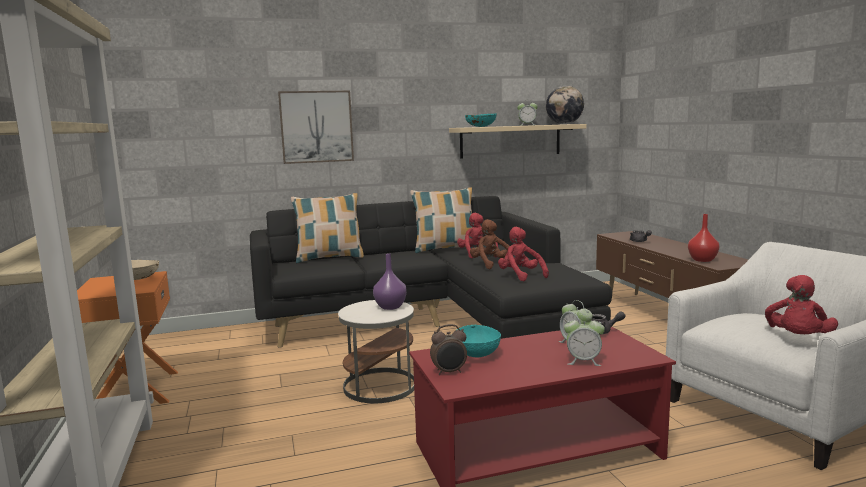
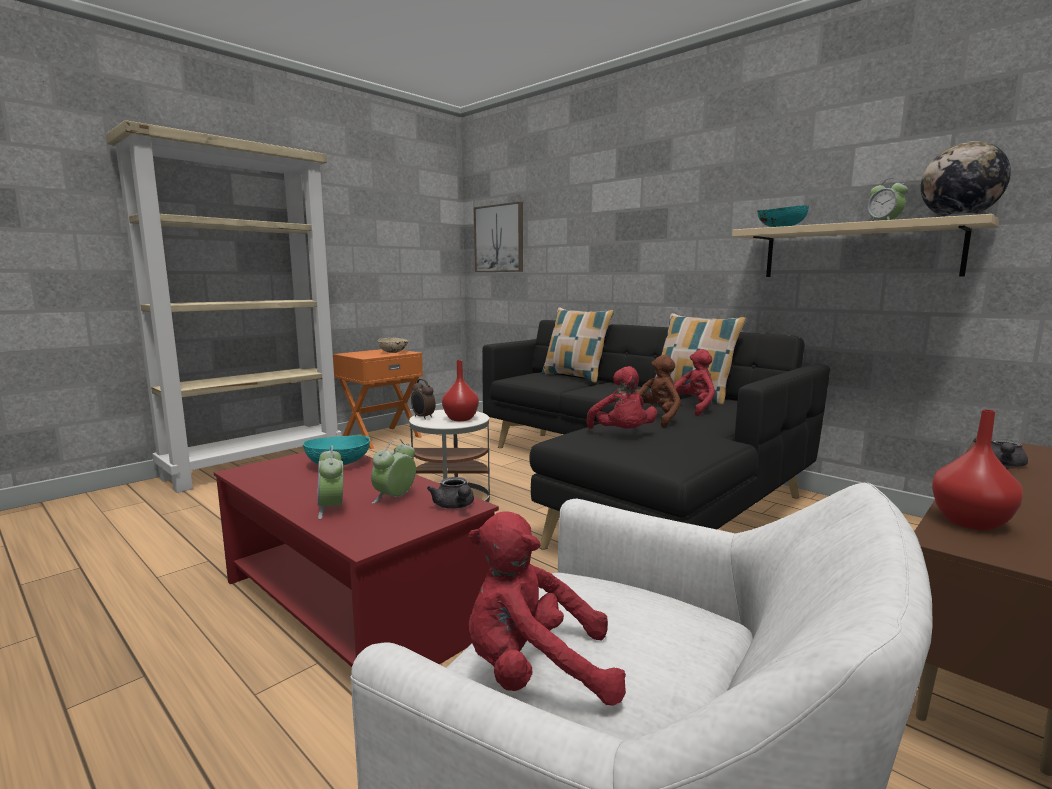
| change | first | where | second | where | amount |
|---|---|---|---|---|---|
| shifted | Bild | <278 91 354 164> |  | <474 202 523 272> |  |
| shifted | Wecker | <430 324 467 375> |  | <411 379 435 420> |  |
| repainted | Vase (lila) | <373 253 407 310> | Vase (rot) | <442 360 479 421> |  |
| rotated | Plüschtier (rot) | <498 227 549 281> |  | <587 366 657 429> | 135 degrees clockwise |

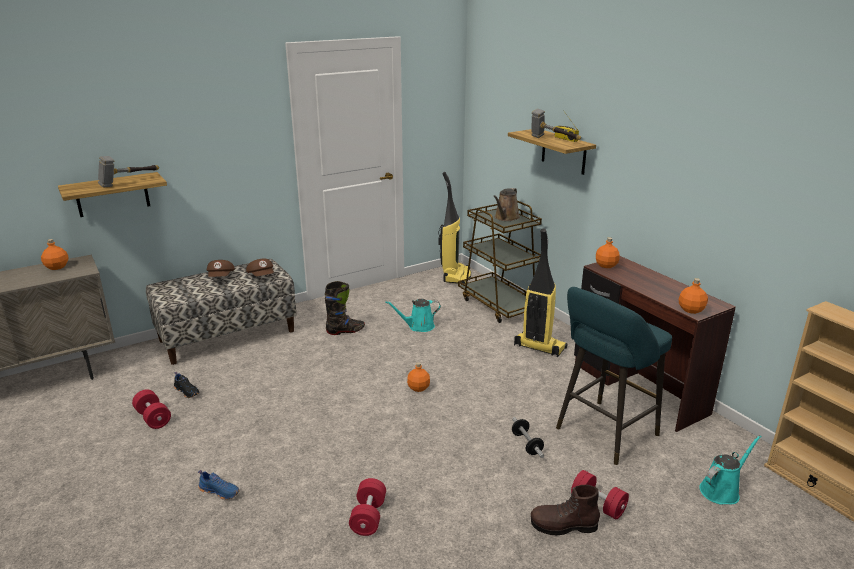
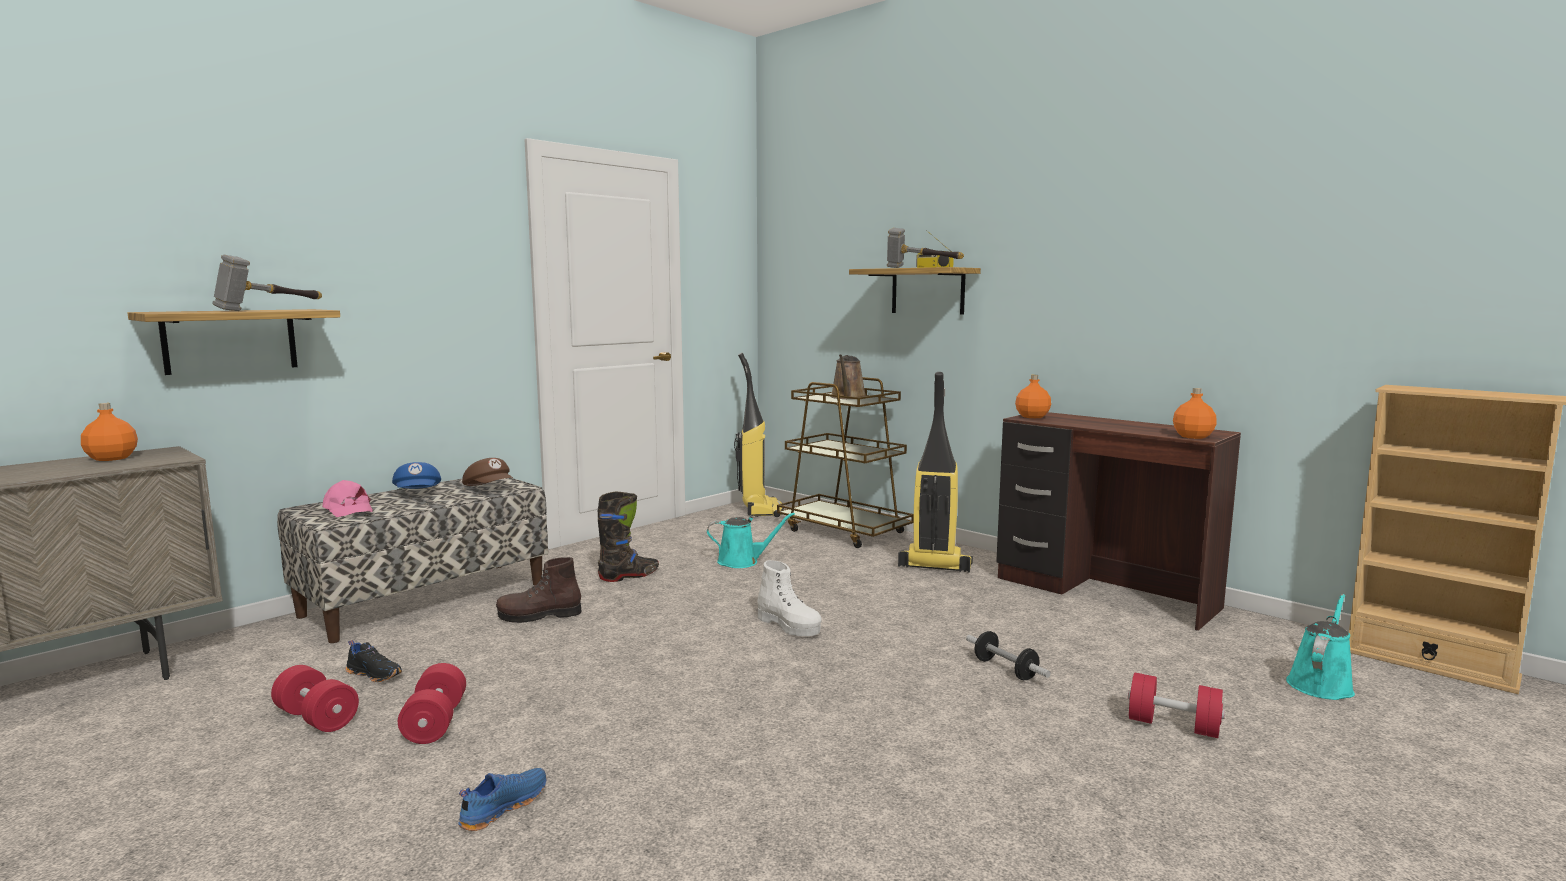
| change | first | where | second | where | amount |
|---|---|---|---|---|---|
| gone | Hocker (türkis) | <556 287 672 465> |  |  |  |
| new |  |  | Kappe (rosa) | <322 480 373 517> |  |
| shifted | Hantel (rot) | <349 478 386 536> |  | <398 663 466 744> |  |
| shifted | Stiefel (braun) | <531 485 600 535> |  | <496 557 582 623> |  |
| swapped | Flasche (orange) | <407 362 430 392> | Stiefel (weiß) | <757 560 822 636> |  |
| repainted | Kappe (braun) | <207 260 235 277> | Kappe (blau) | <392 462 441 489> |  |
| rotated | Schuh (blau) | <198 470 240 500> |  | <458 768 546 831> | 60 degrees counterclockwise |
| rotated | Gießkanne (türkis) | <385 299 441 332> |  | <707 512 795 568> | 150 degrees counterclockwise |

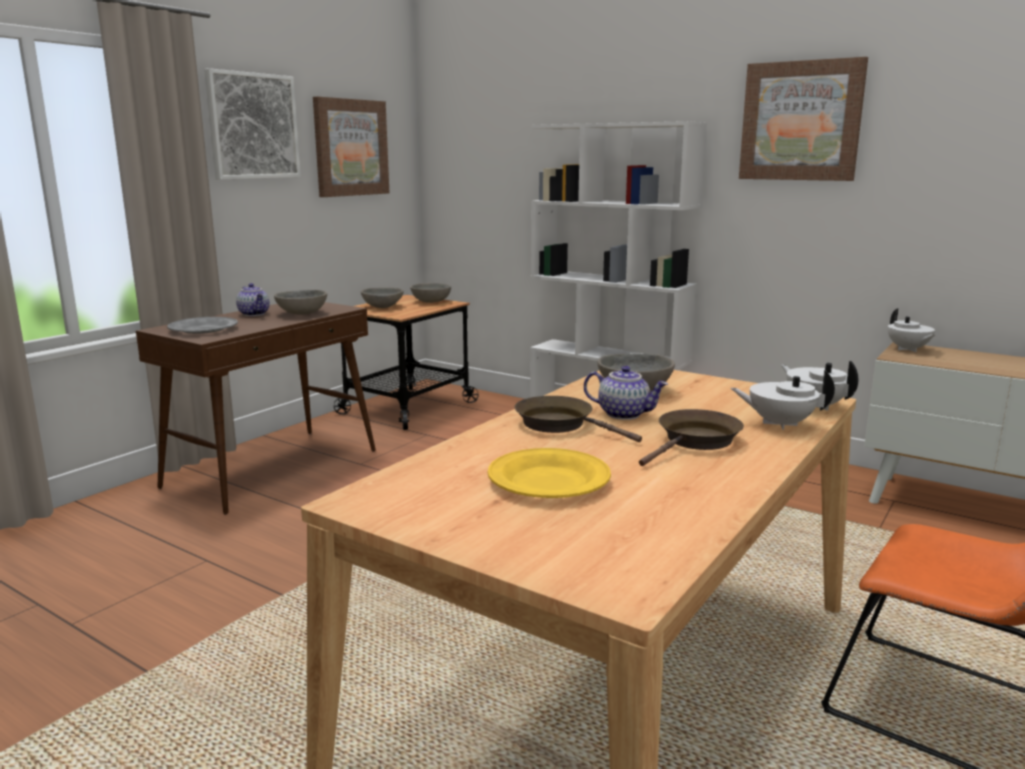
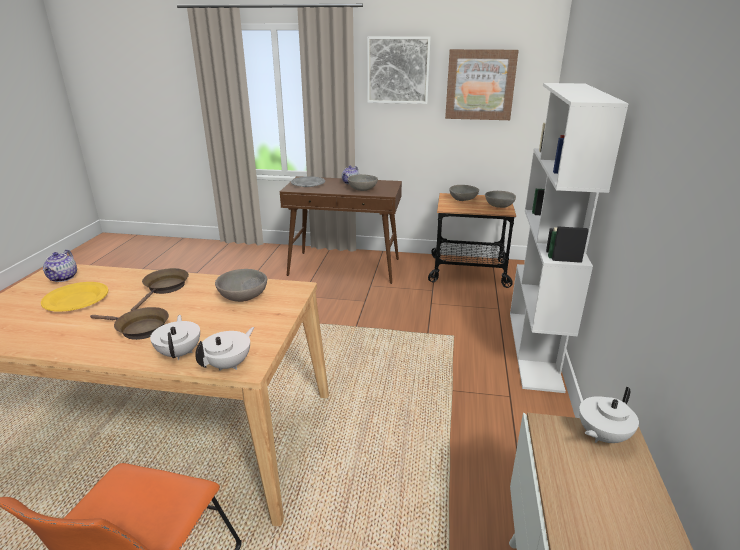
| change | first | where | second | where | amount |
|---|---|---|---|---|---|
| gone | Bild | <739 57 868 181> |  |  |  |
| shifted | Teekanne | <584 366 668 420> |  | <43 250 77 282> |  |

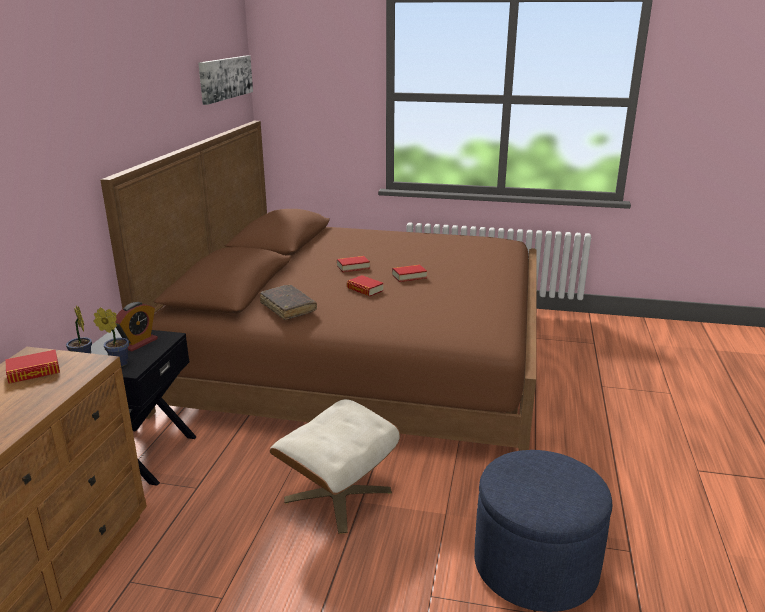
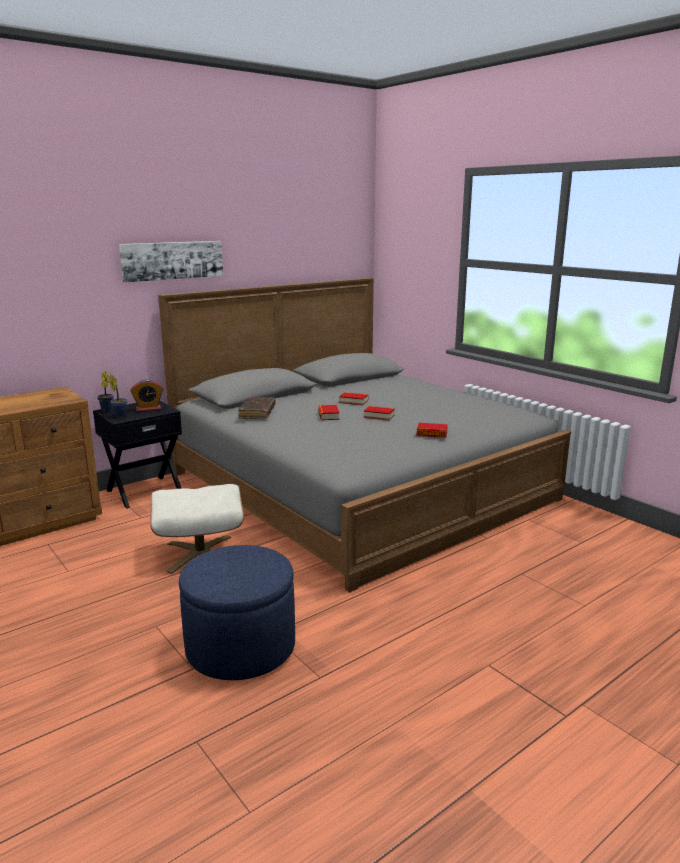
| change | first | where | second | where | amount |
|---|---|---|---|---|---|
| shifted | Buch | <5 350 60 384> |  | <417 423 448 438> |  |
| shifted | Bild | <198 56 253 105> |  | <119 241 223 283> |  |
| repainted | Bett (braun) | <100 121 537 451> | Bett (grau) | <158 278 571 592> |  |

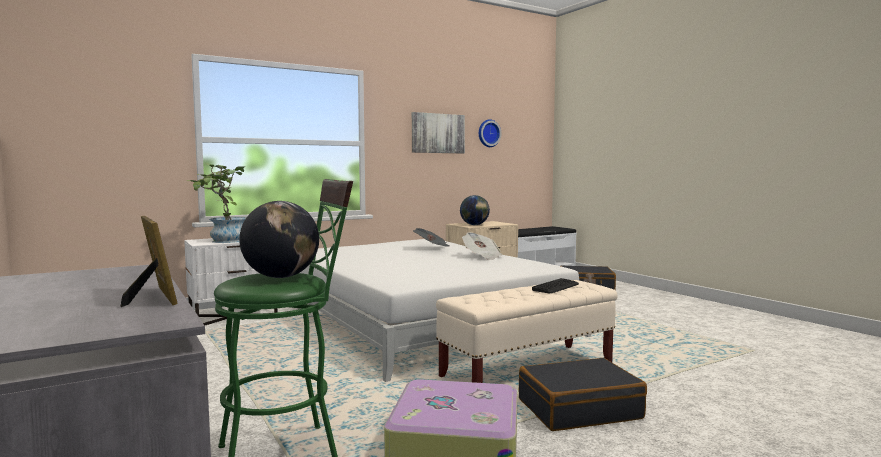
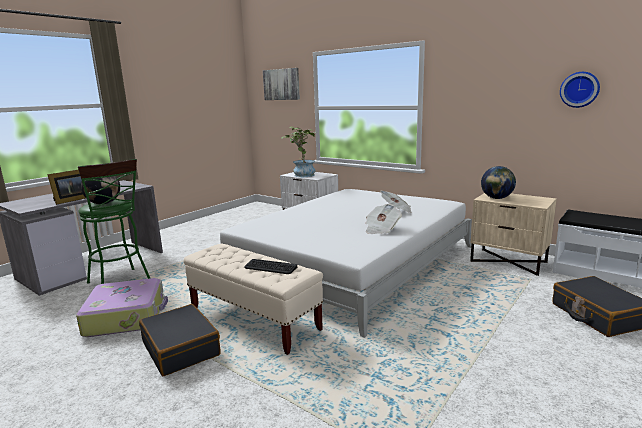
| change | first | where | second | where | amount |
|---|---|---|---|---|---|
| shifted | Bild | <412 112 465 153> |  | <263 68 300 100> |  |

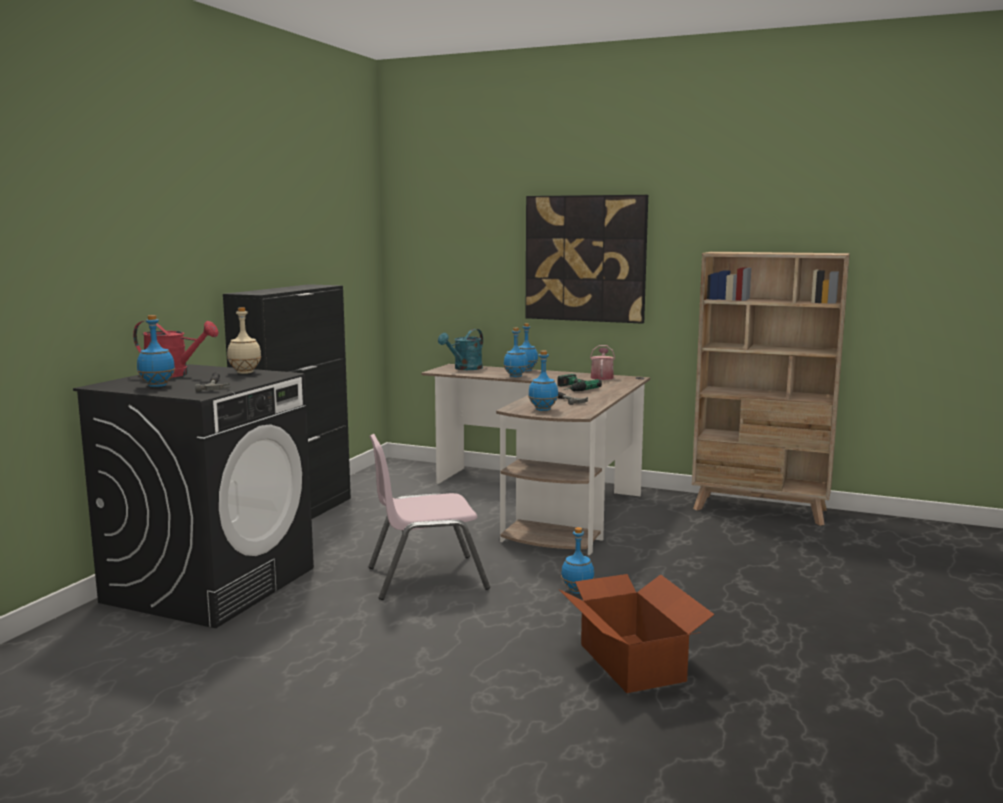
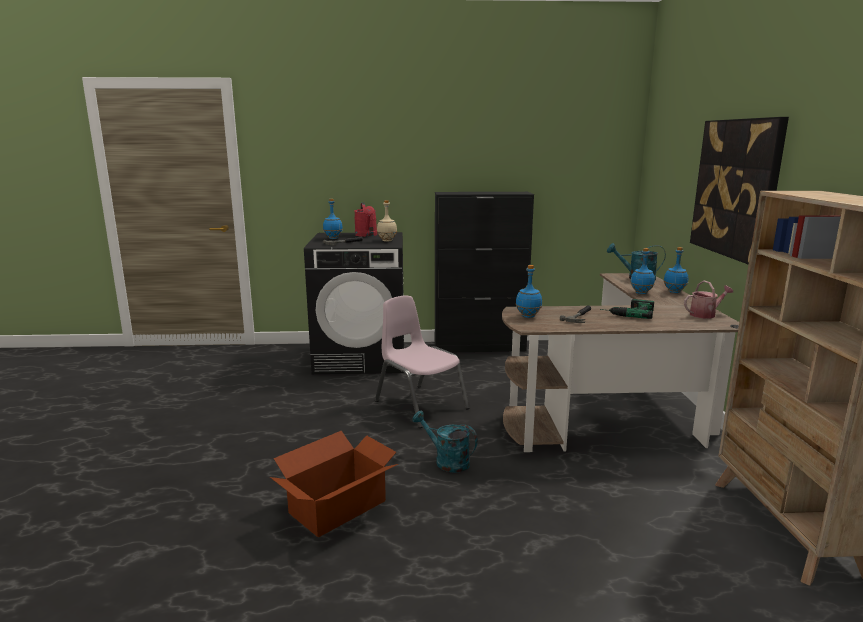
| change | first | where | second | where | amount |
|---|---|---|---|---|---|
| swapped | Flasche (blau) | <561 527 594 594> | Gießkanne (türkis) | <412 411 478 473> |  |

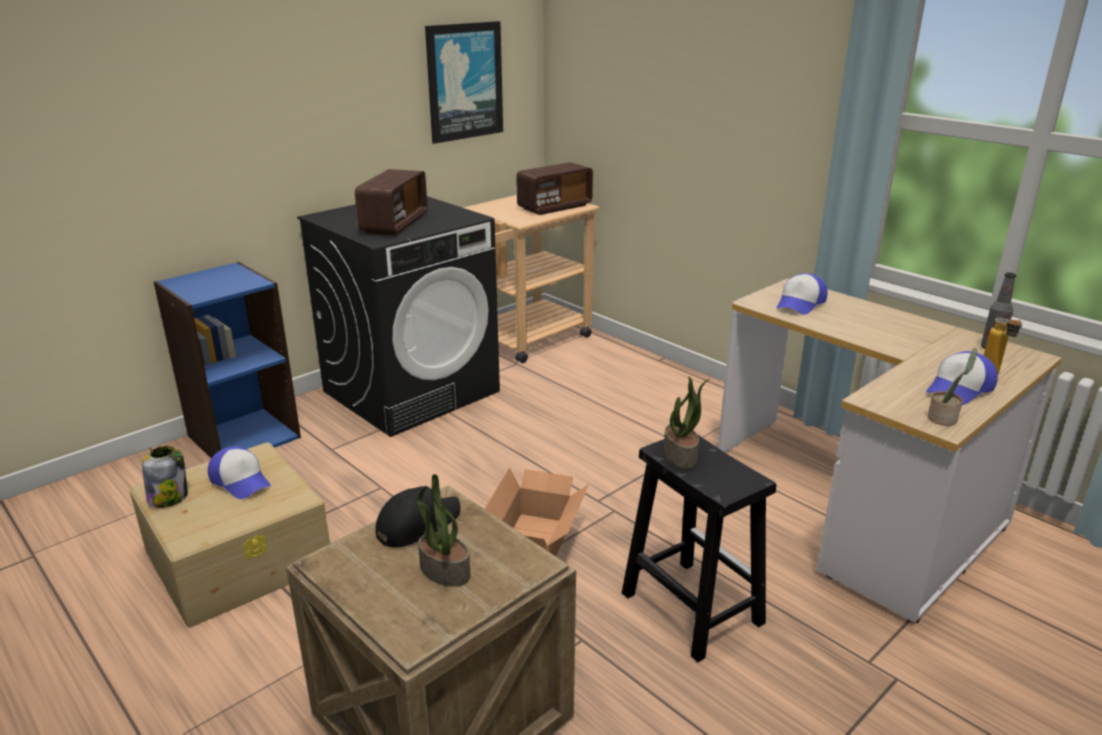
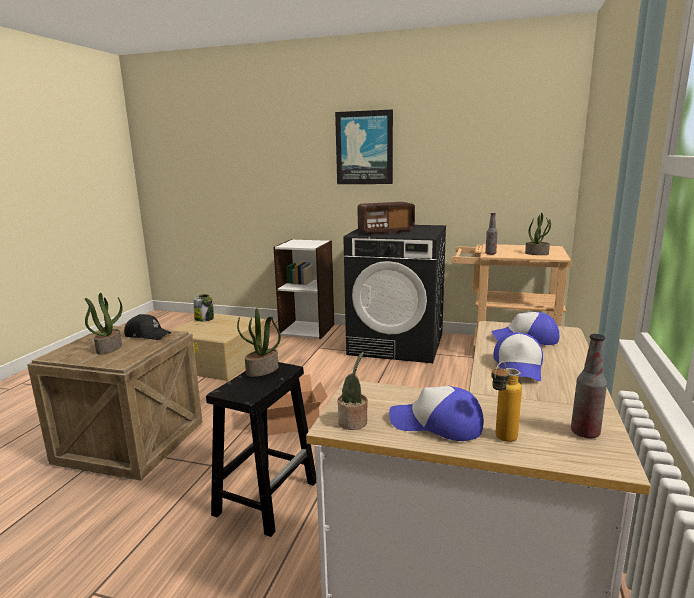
| change | first | where | second | where | amount |
|---|---|---|---|---|---|
| new |  |  | Flasche | <485 213 498 255> |  |
| shifted | Kappe | <208 446 271 499> |  | <494 332 543 381> |  |
| shifted | Bild | <425 21 503 144> |  | <335 109 393 184> |  |
| swapped | Radio | <516 162 593 215> | Topfpflanze | <525 213 551 255> |  |
| repainted | Bücherregal (blau) | <154 262 301 458> | Bücherregal (weiß) | <273 239 334 339> |  |

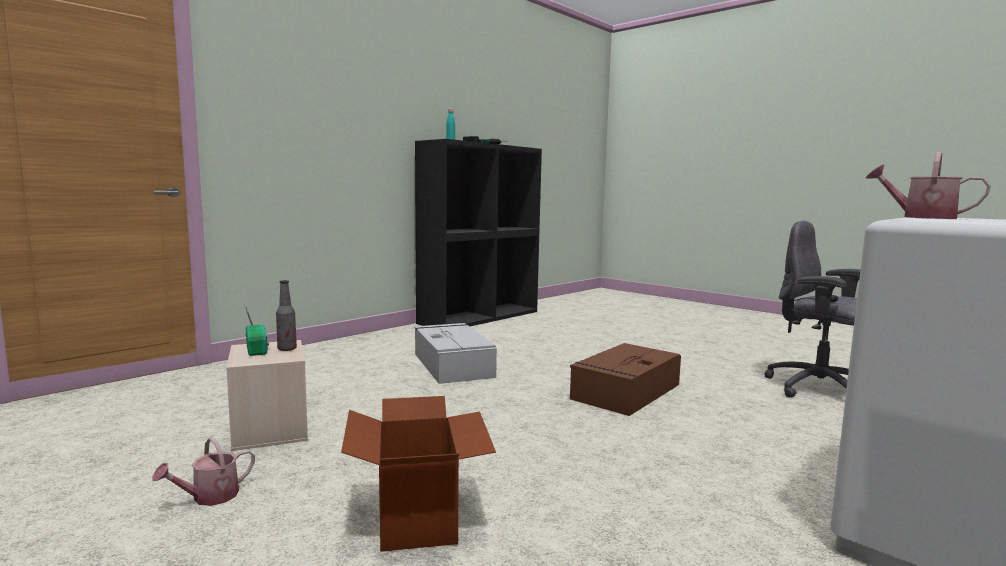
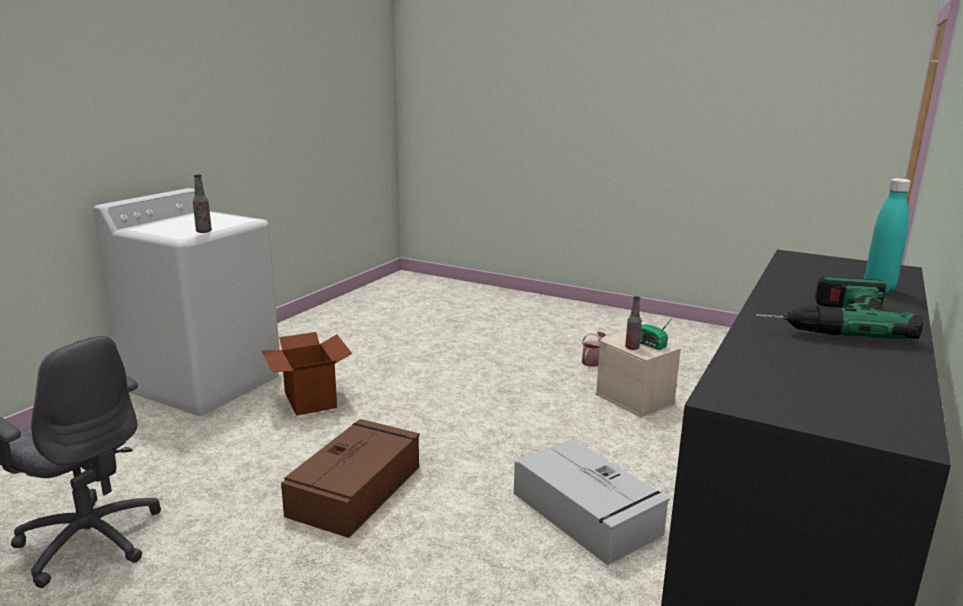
| change | first | where | second | where | amount |
|---|---|---|---|---|---|
| shifted | Karton | <341 396 496 552> |  | <262 332 352 416> |  |
| swapped | Gießkanne | <865 152 991 219> | Flasche | <193 174 212 233> |  |

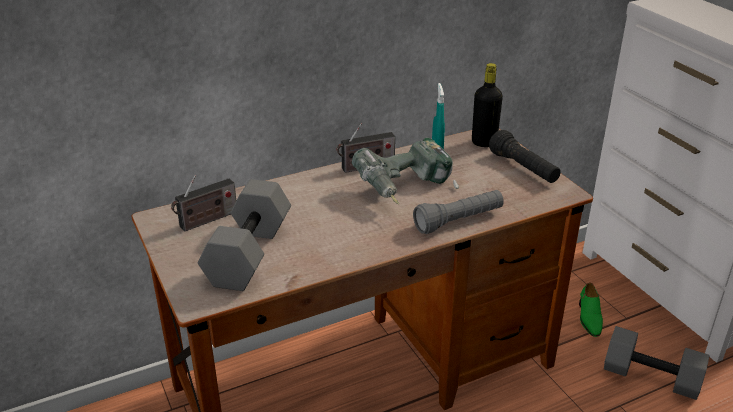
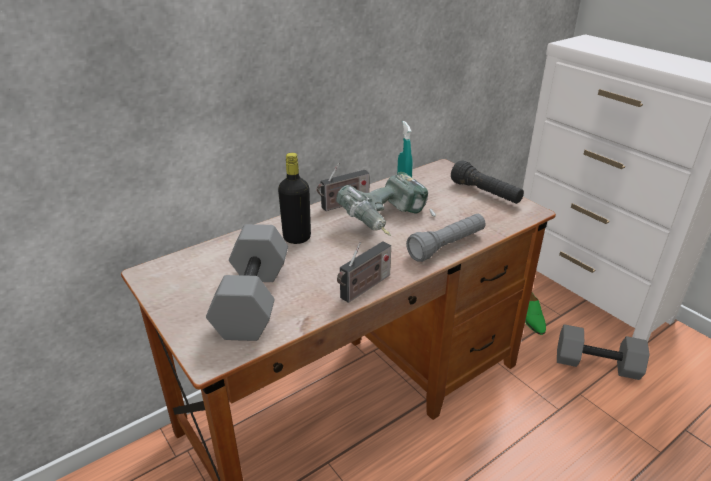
| change | first | where | second | where | amount |
|---|---|---|---|---|---|
| shifted | Radio | <171 175 236 232> |  | <337 241 391 303> |  |
| shifted | Flasche (schwarz) | <472 63 503 147> |  | <278 153 311 244> |  |

